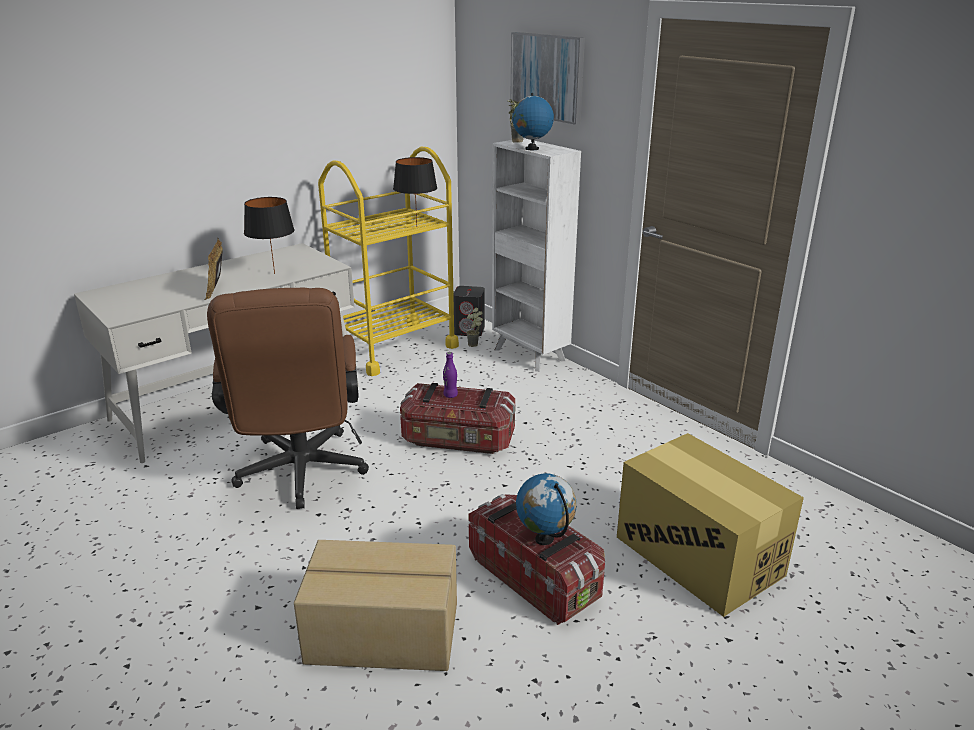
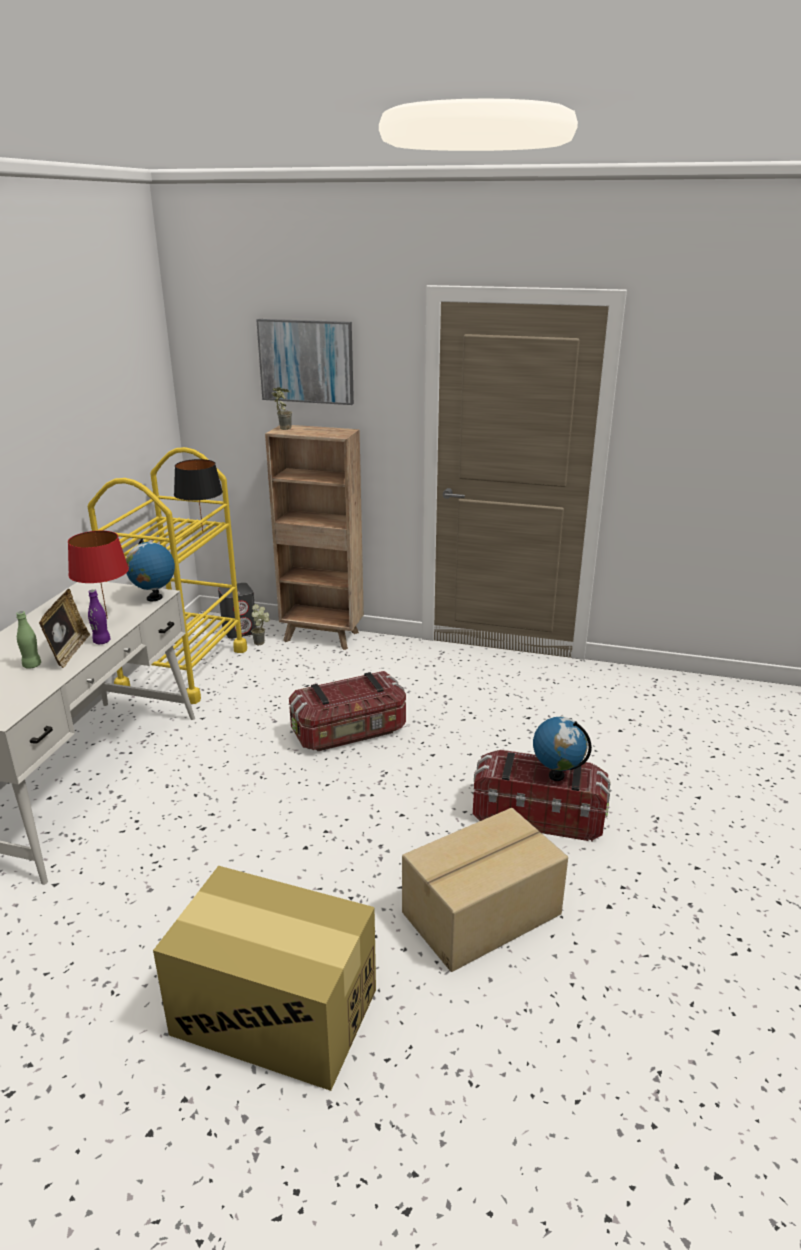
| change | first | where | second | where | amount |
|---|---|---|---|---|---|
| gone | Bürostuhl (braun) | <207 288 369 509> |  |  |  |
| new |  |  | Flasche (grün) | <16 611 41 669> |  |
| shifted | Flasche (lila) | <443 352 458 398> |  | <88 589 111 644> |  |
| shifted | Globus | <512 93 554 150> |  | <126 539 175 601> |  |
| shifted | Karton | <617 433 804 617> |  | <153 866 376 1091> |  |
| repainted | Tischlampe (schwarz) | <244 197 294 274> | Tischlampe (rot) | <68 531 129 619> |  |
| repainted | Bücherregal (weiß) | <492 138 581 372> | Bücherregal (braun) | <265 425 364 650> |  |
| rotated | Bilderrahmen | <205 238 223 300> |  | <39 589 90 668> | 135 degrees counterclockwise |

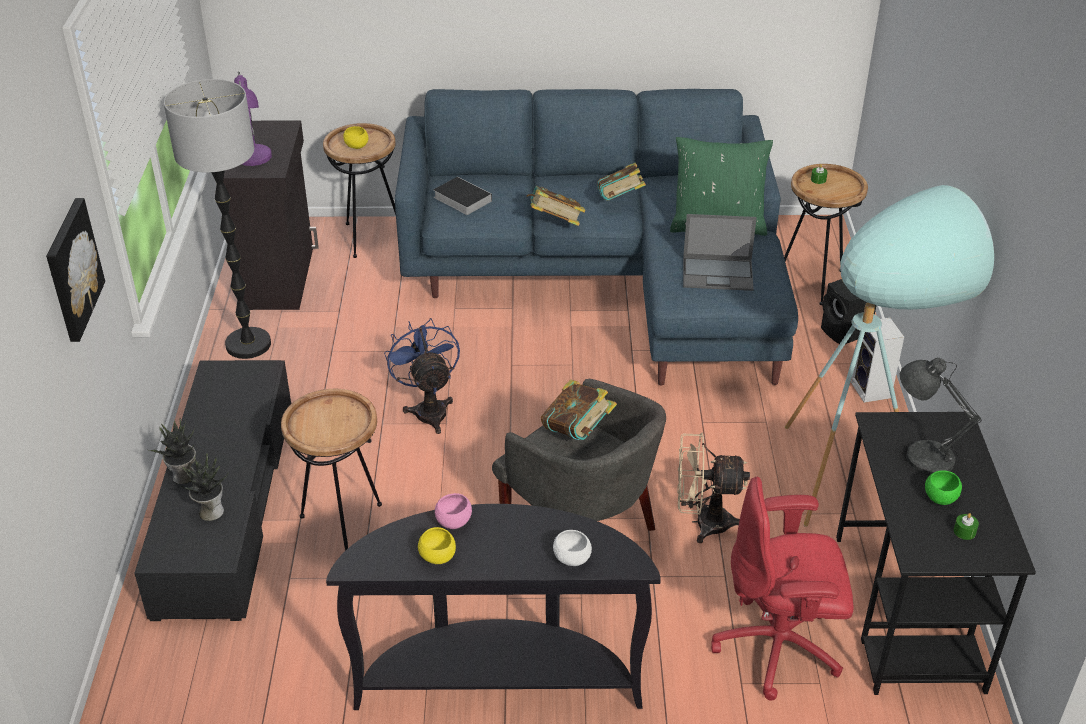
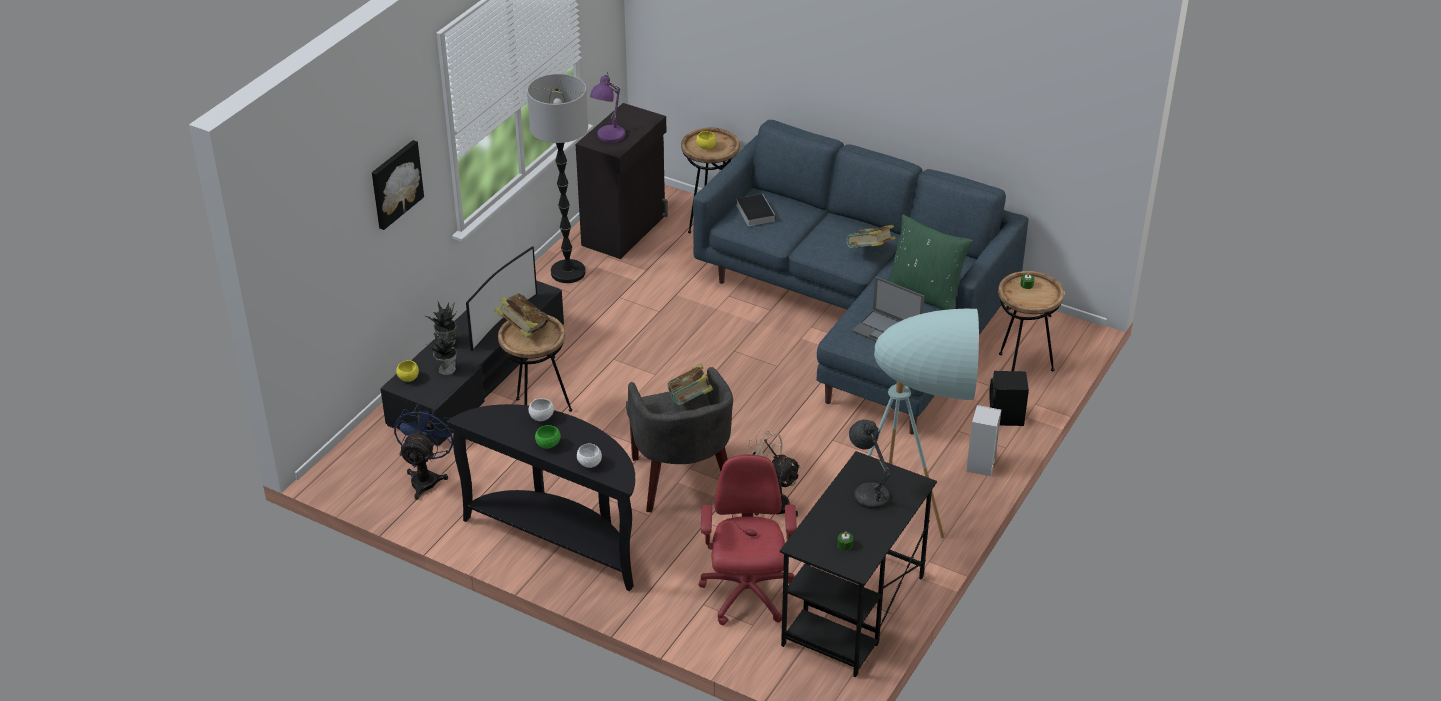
| change | first | where | second | where | amount |
|---|---|---|---|---|---|
| new |  |  | Fernseher | <466 246 537 351> |  |
| shifted | Ventilator (blau) | <384 318 460 434> |  | <394 404 454 500> |  |
| shifted | Schüssel (gelb) | <418 527 456 564> |  | <396 360 419 382> |  |
| shifted | Buch | <526 186 585 226> |  | <494 293 550 338> |  |
| shifted | Schüssel (grün) | <925 471 962 505> |  | <535 425 561 449> |  |
| repainted | Schüssel (rosa) | <435 493 472 529> | Schüssel (weiß) | <528 398 554 421> |  |
| rotated | Bürostuhl (rot) | <711 477 854 701> |  | <699 454 797 625> | 60 degrees clockwise |

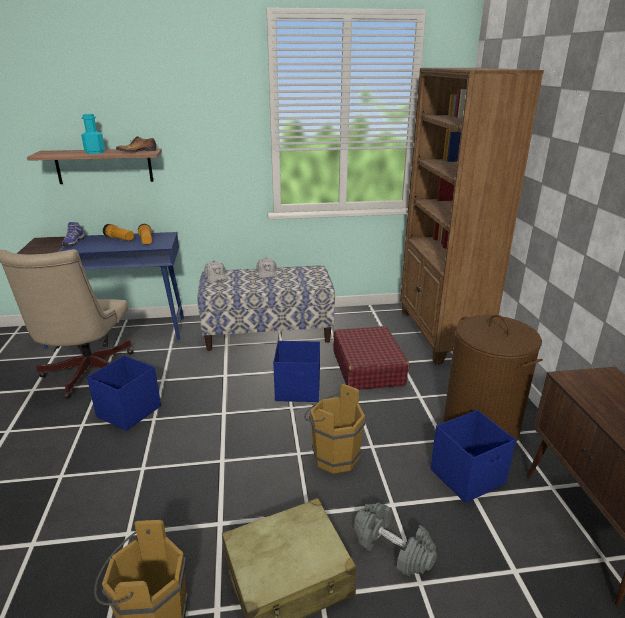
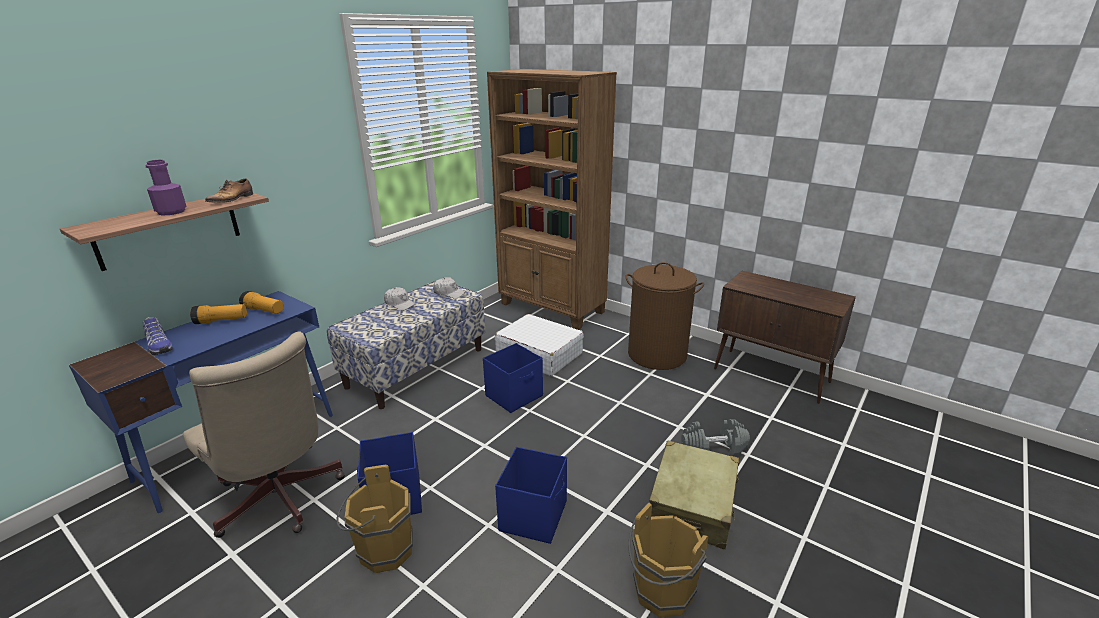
| change | first | where | second | where | amount |
|---|---|---|---|---|---|
| shifted | Kappe (weiß) | <204 261 228 282> |  | <433 277 466 299> |  |
| shifted | Eimer (braun) | <304 384 366 474> |  | <336 465 413 573> |  |
| shifted | Aufbewahrungsbox (blau) | <430 410 516 503> |  | <495 447 567 544> |  |
| repainted | Flasche (türkis) | <81 114 105 154> | Flasche (lila) | <145 160 186 215> |  |
| repainted | Koffer (rot) | <333 326 409 390> | Koffer (weiß) | <495 314 584 376> |  |

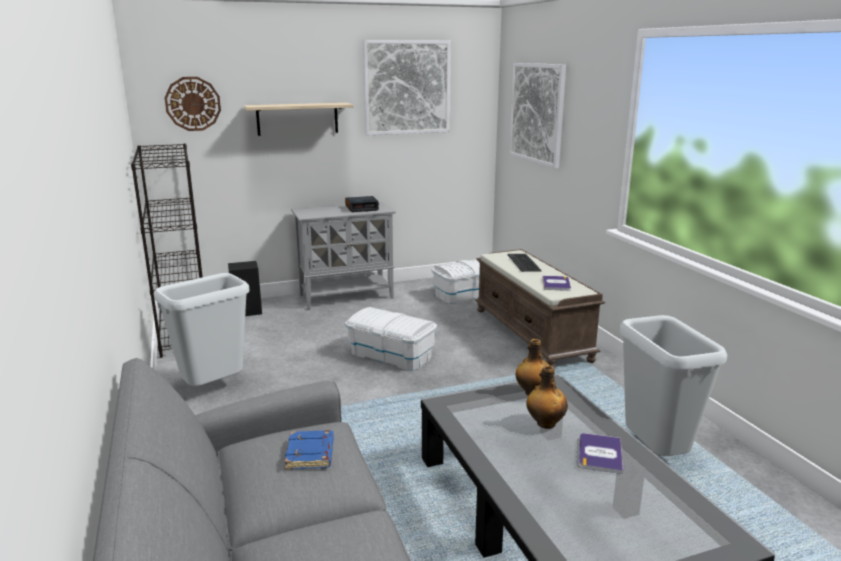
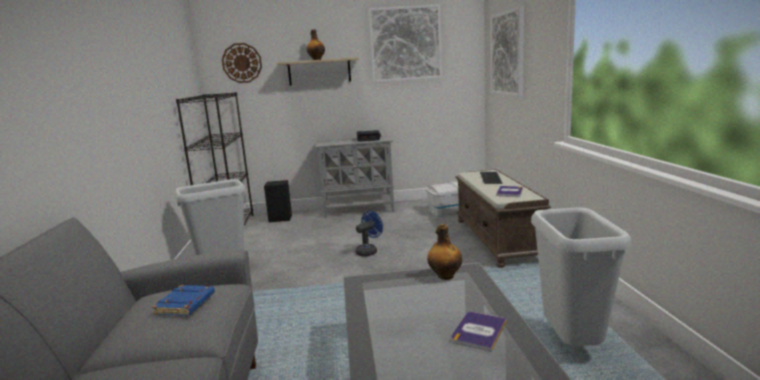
| change | first | where | second | where | amount |
|---|---|---|---|---|---|
| shifted | Flasche | <526 365 568 429> |  | <307 29 325 60> |  |
| swapped | Aufbewahrungsbox (weiß) | <345 307 437 371> | Ventilator (blau) | <355 211 383 257> |  |

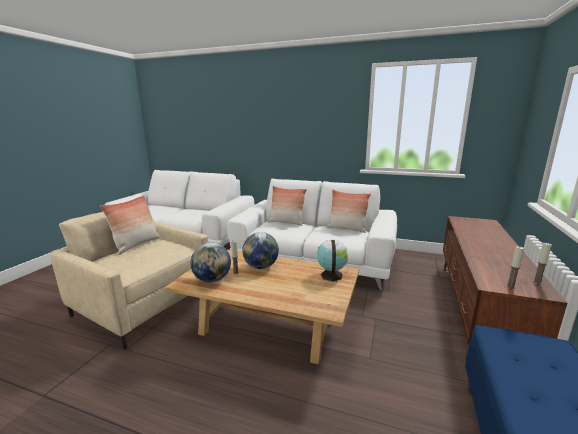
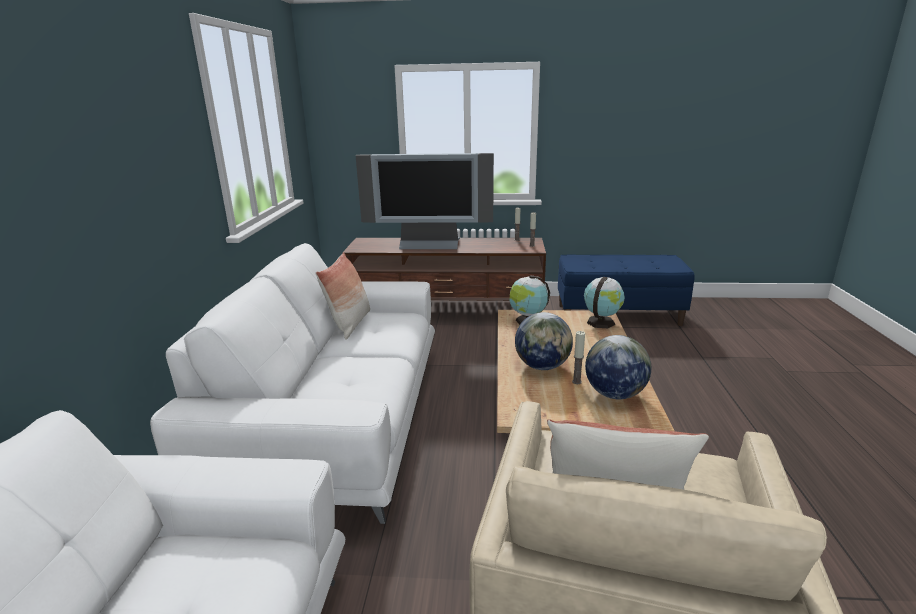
| change | first | where | second | where | amount |
|---|---|---|---|---|---|
| gone | Kissen | <268 186 307 226> |  |  |  |
| new |  |  | Fernseher | <356 153 494 249> |  |
| new |  |  | Globus | <584 277 625 328> |  |

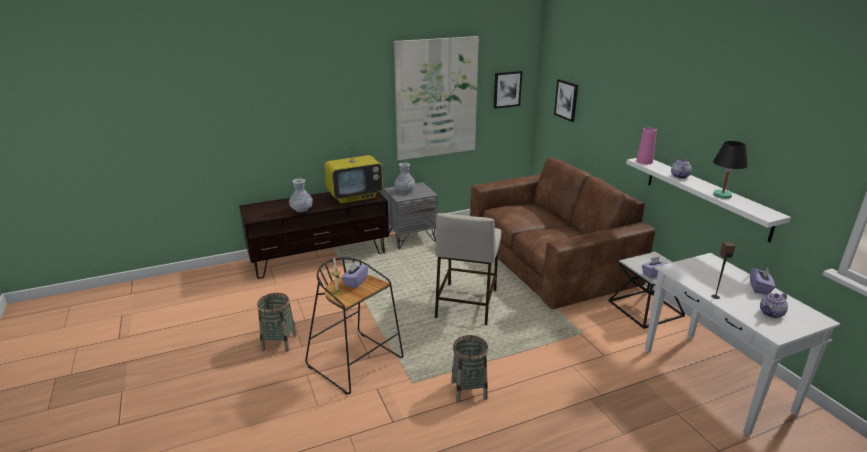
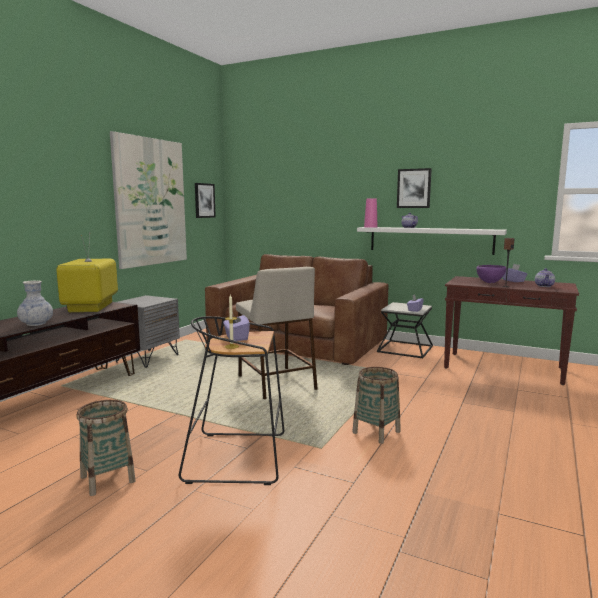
| change | first | where | second | where | amount |
|---|---|---|---|---|---|
| gone | Vase | <394 163 415 193> |  |  |  |
| gone | Tischlampe (schwarz) | <713 141 748 199> |  |  |  |
| new |  |  | Schüssel (lila) | <476 265 506 283> |  |
| shifted | Bild | <554 79 578 122> |  | <397 168 432 208> |  |
| repainted | Konsolentisch (weiß) | <645 253 840 435> | Konsolentisch (braun) | <444 276 579 385> |  |
| rotated | Fernseher | <324 139 383 204> |  | <56 232 118 312> | 150 degrees clockwise |

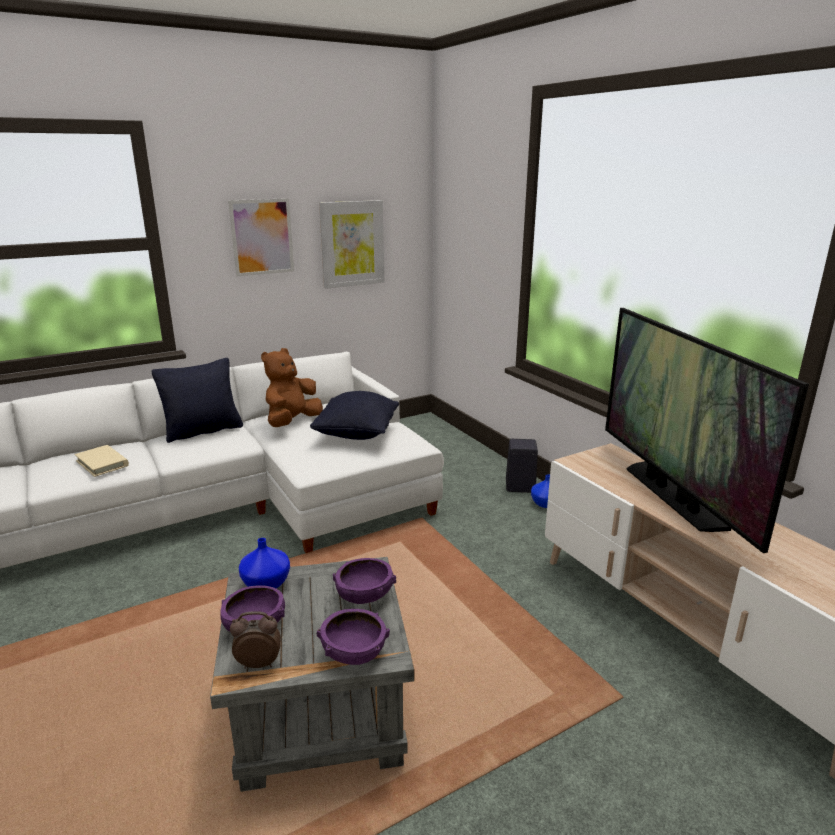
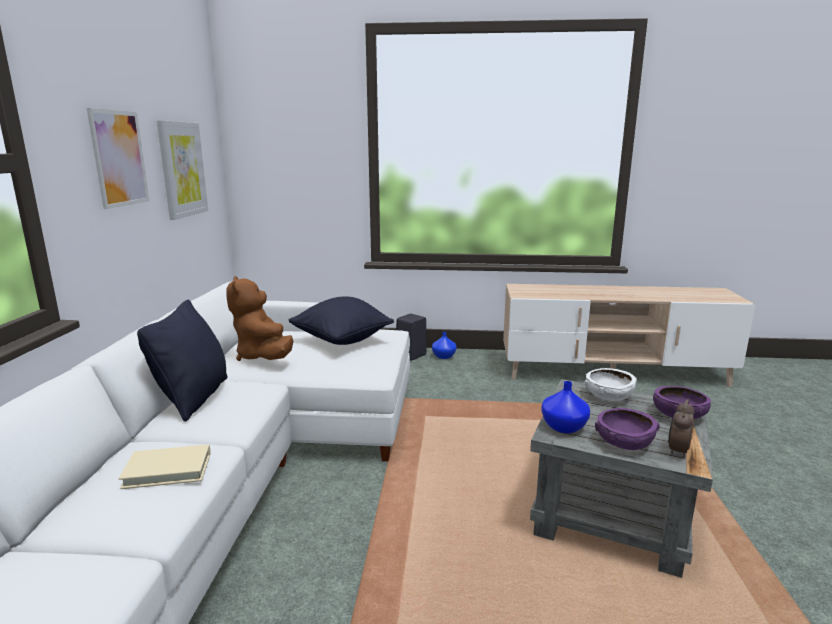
| change | first | where | second | where | amount |
|---|---|---|---|---|---|
| gone | Fernseher | <605 308 809 553> |  |  |  |
| repainted | Schüssel (lila) | <333 558 396 604> | Schüssel (weiß) | <585 368 637 401> |  |

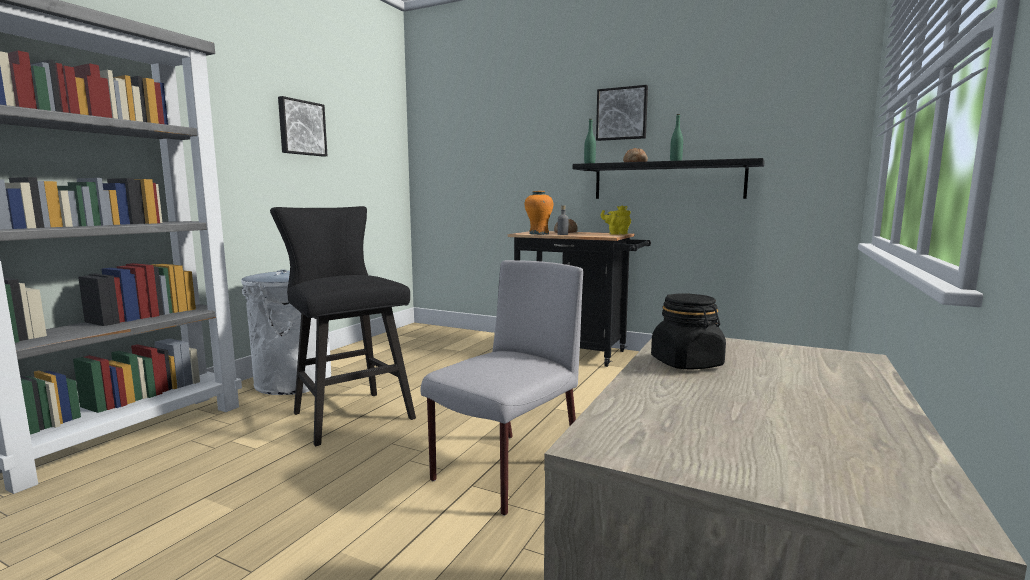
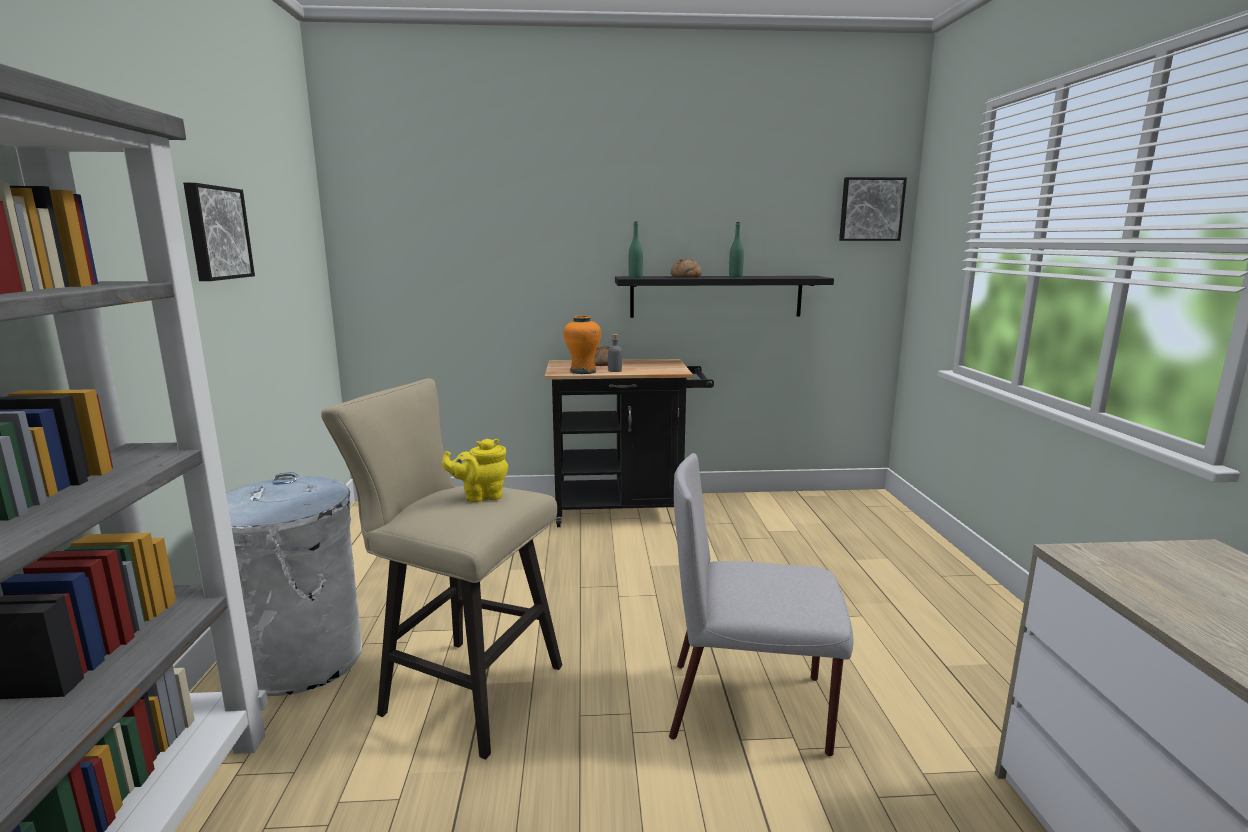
| change | first | where | second | where | amount |
|---|---|---|---|---|---|
| gone | Vorratsglas (schwarz) | <651 294 726 369> |  |  |  |
| shifted | Bild | <596 85 648 141> |  | <839 177 907 241> |  |
| shifted | Teekanne (gelb) | <600 206 631 235> |  | <442 439 508 503> |  |
| repainted | Hocker (schwarz) | <270 206 416 446> | Hocker (beige) | <321 379 562 760> |  |
| rotated | Stuhl (grau) | <420 260 583 516> |  | <669 453 854 757> | 90 degrees counterclockwise |

